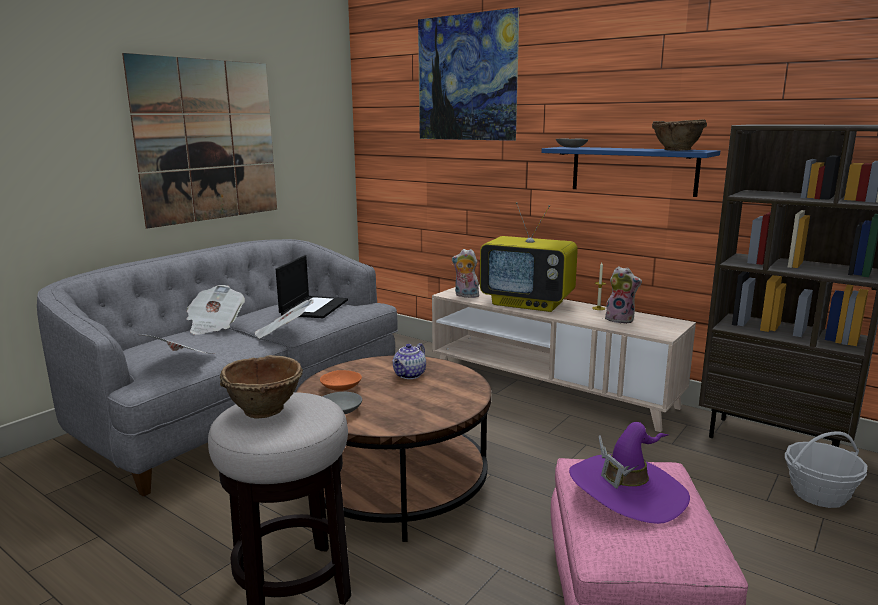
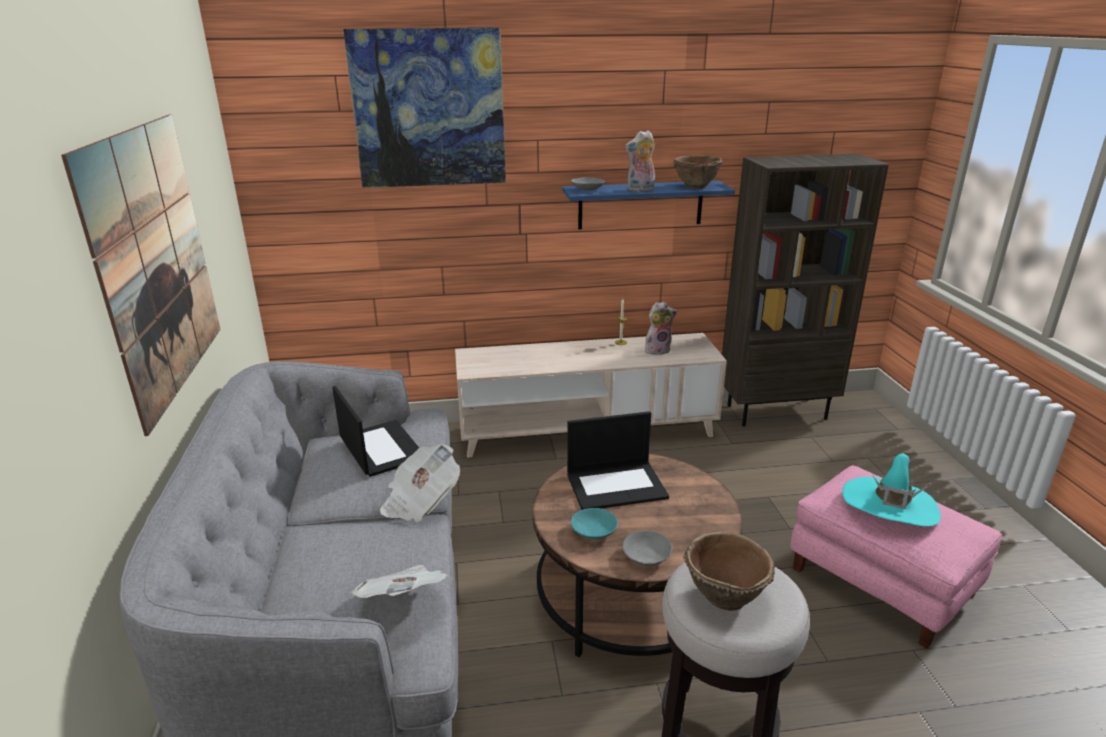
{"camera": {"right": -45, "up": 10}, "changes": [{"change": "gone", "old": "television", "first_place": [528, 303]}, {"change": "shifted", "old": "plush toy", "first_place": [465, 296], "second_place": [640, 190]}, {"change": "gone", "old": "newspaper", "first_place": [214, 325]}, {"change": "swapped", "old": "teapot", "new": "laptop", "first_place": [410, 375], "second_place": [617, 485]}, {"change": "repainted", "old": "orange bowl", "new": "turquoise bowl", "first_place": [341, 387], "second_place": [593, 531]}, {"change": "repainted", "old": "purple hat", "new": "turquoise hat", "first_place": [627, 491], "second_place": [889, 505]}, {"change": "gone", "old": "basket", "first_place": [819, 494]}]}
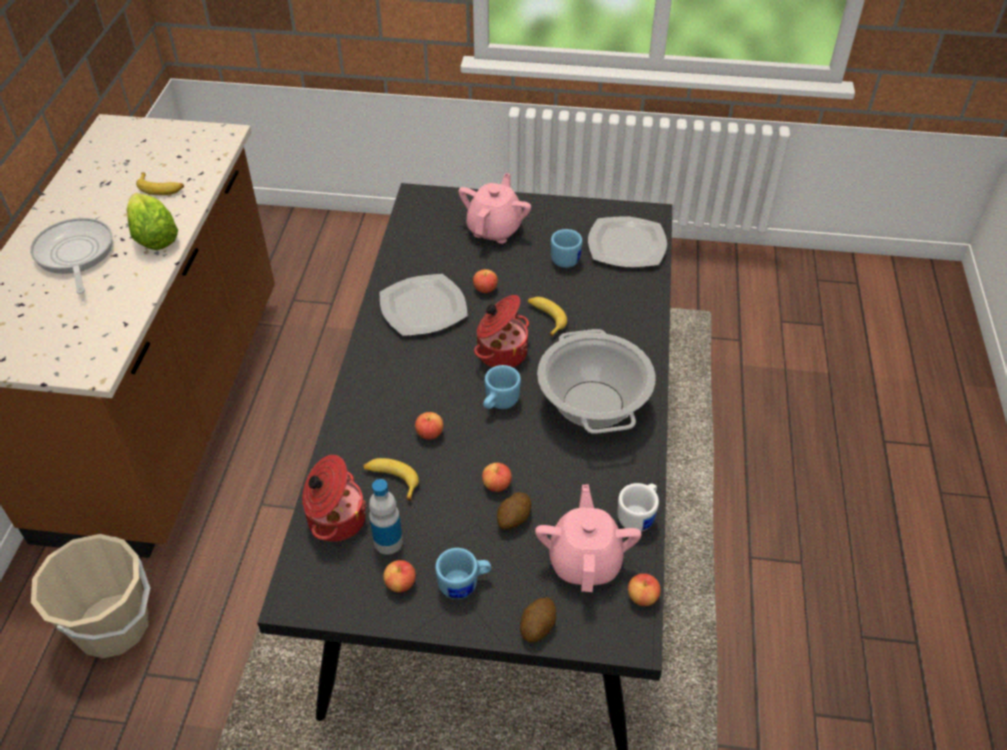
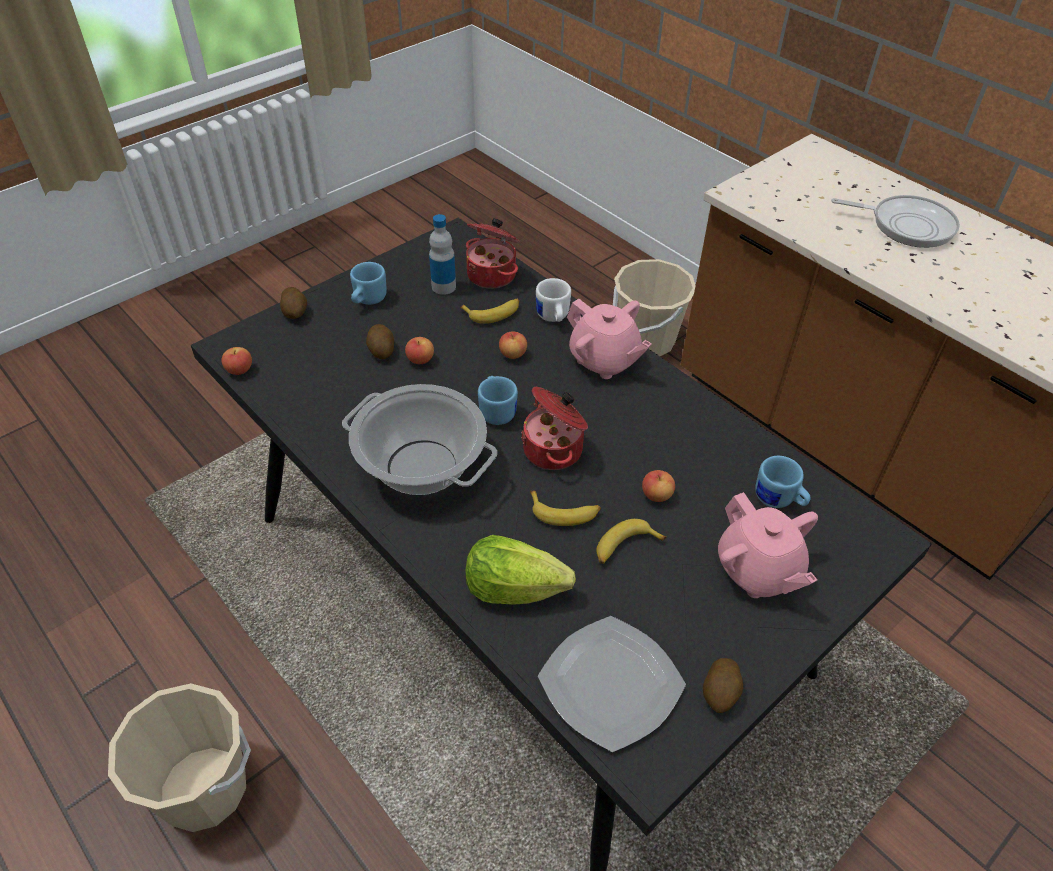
{"camera": {"right": 130, "up": 0}, "changes": [{"change": "shifted", "old": "banana", "first_place": [161, 188], "second_place": [625, 547]}, {"change": "shifted", "old": "lettuce", "first_place": [154, 238], "second_place": [513, 588]}, {"change": "shifted", "old": "blue mug", "first_place": [566, 257], "second_place": [779, 500]}, {"change": "gone", "old": "plate", "first_place": [422, 307]}, {"change": "shifted", "old": "white mug", "first_place": [639, 515], "second_place": [553, 318]}, {"change": "shifted", "old": "pink teapot", "first_place": [585, 561], "second_place": [604, 360]}, {"change": "gone", "old": "apple", "first_place": [400, 583]}, {"change": "new", "new": "potato", "second_place": [720, 693]}, {"change": "new", "new": "beige bucket", "second_place": [204, 788]}]}
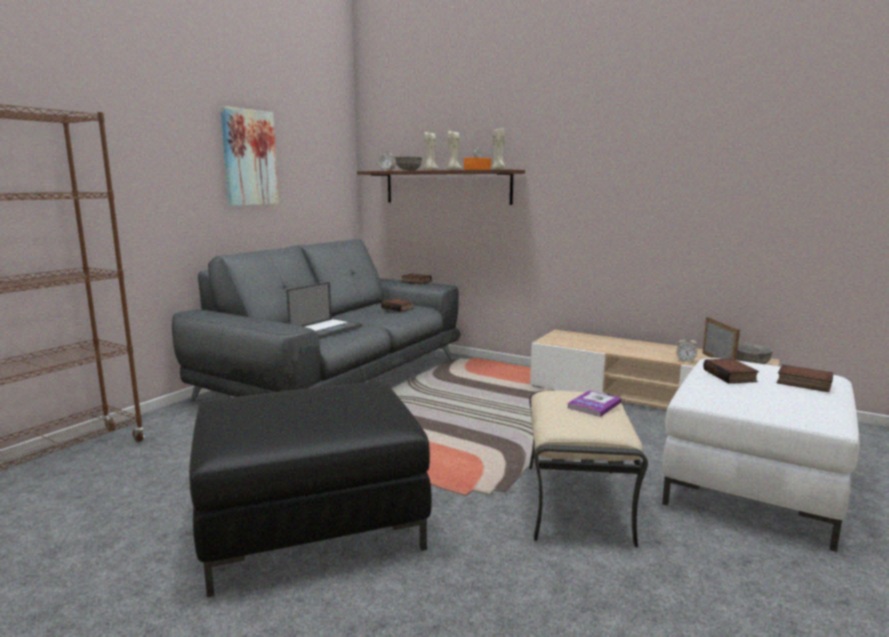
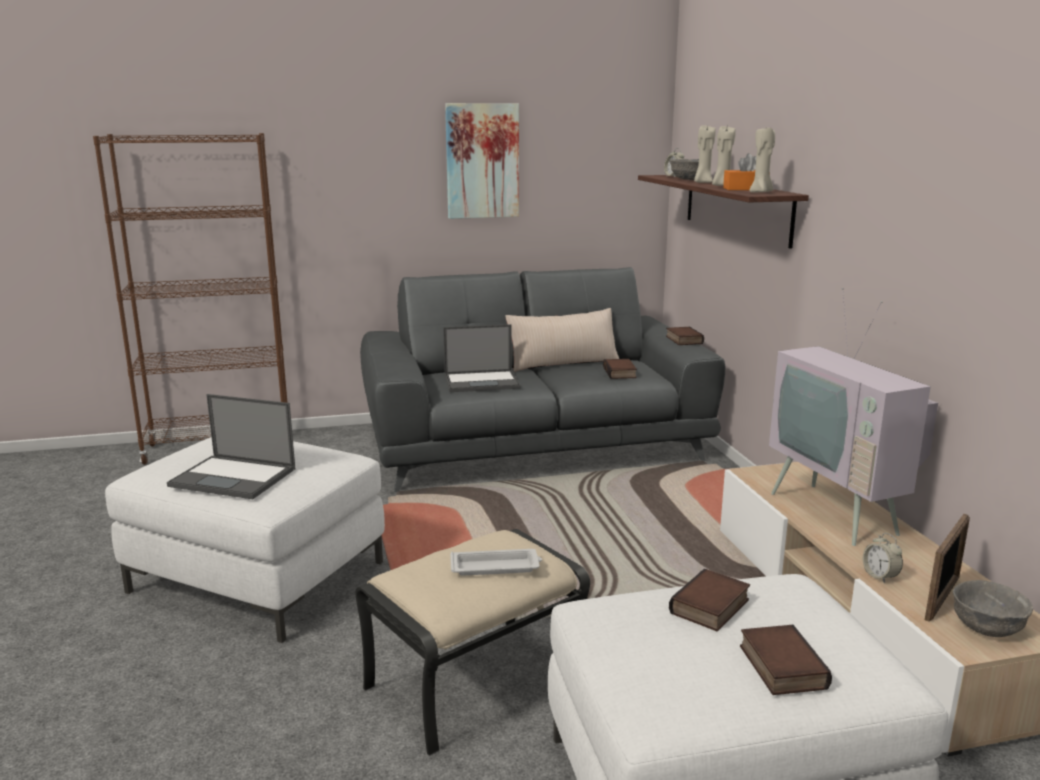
{"camera": {"right": 45, "up": 5}, "changes": [{"change": "repainted", "old": "black ottoman", "new": "white ottoman", "first_place": [312, 524], "second_place": [258, 576]}, {"change": "swapped", "old": "book", "new": "white tray", "first_place": [594, 405], "second_place": [496, 567]}, {"change": "new", "new": "television", "second_place": [841, 511]}, {"change": "new", "new": "beige pillow", "second_place": [563, 363]}, {"change": "new", "new": "laptop", "second_place": [234, 477]}]}
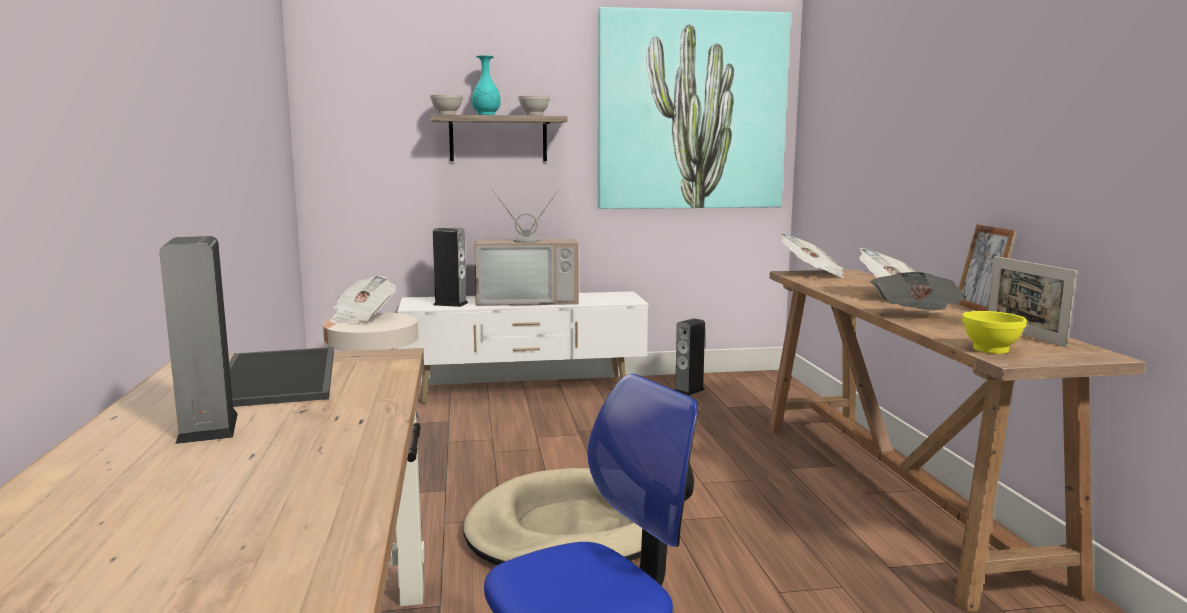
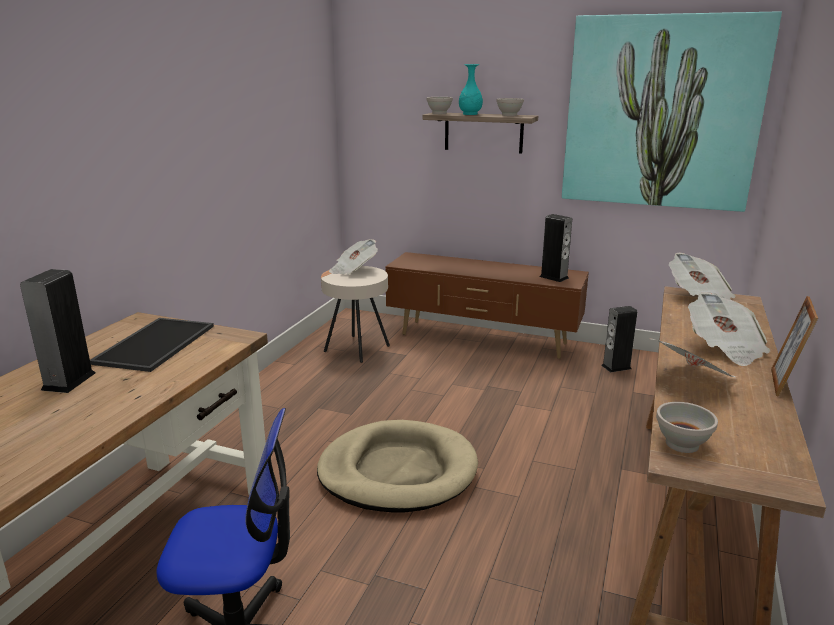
{"camera": {"right": 30, "up": 10}, "changes": [{"change": "gone", "old": "television", "first_place": [528, 300]}, {"change": "shifted", "old": "speaker", "first_place": [450, 304], "second_place": [554, 277]}, {"change": "gone", "old": "picture frame", "first_place": [1024, 335]}, {"change": "repainted", "old": "white tv stand", "new": "brown tv stand", "first_place": [525, 392], "second_place": [483, 339]}, {"change": "repainted", "old": "yellow bowl", "new": "white bowl", "first_place": [991, 349], "second_place": [683, 444]}]}
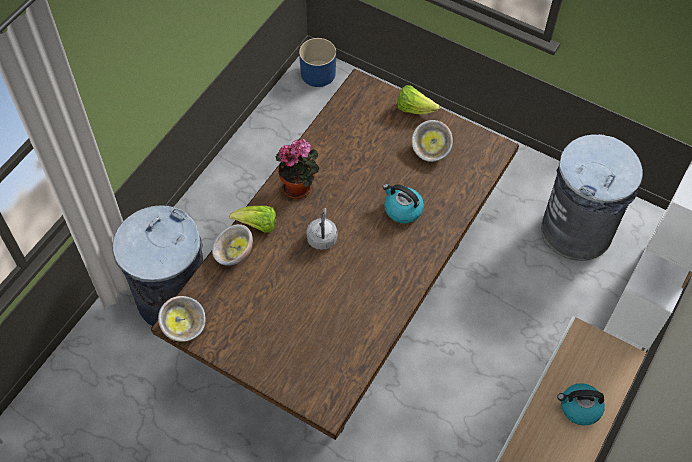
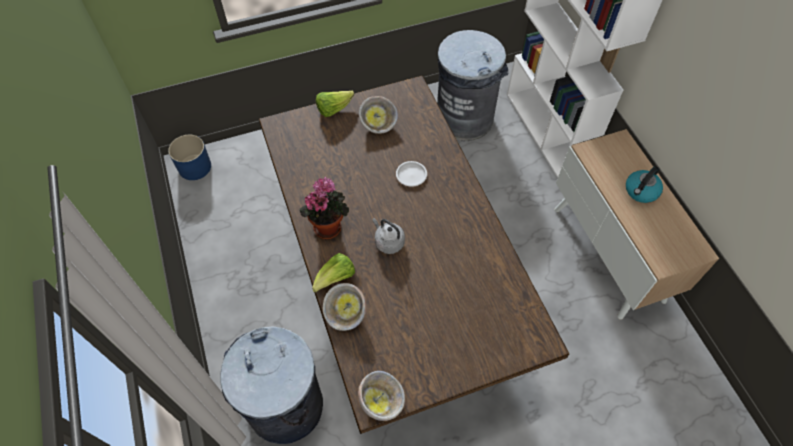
{"camera": {"right": -50, "up": 0}, "changes": [{"change": "swapped", "old": "kettle", "new": "white plate", "first_place": [402, 209], "second_place": [411, 175]}]}
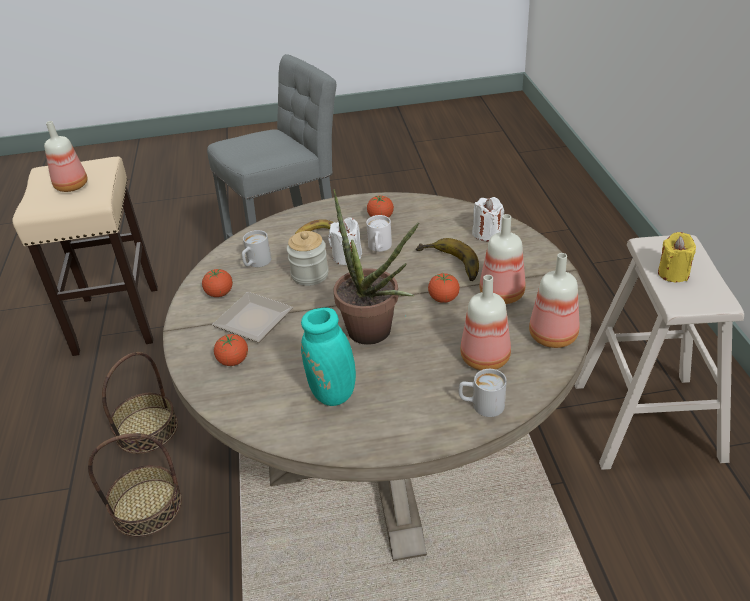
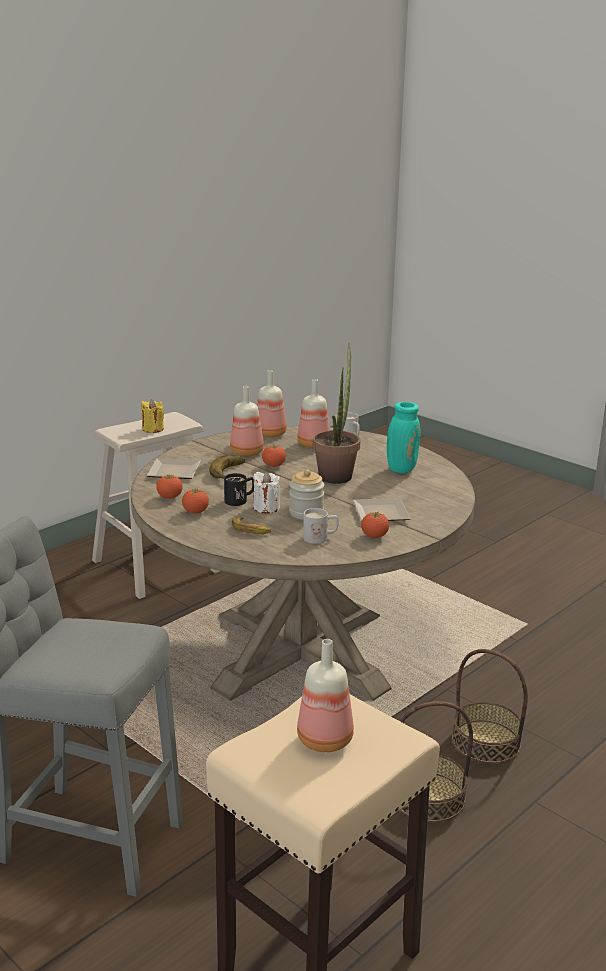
{"camera": {"right": -130, "up": -15}, "changes": [{"change": "swapped", "old": "white candle", "new": "plate", "first_place": [487, 233], "second_place": [176, 471]}, {"change": "repainted", "old": "white mug", "new": "black mug", "first_place": [379, 248], "second_place": [240, 500]}, {"change": "shifted", "old": "tomato", "first_place": [233, 361], "second_place": [169, 497]}]}
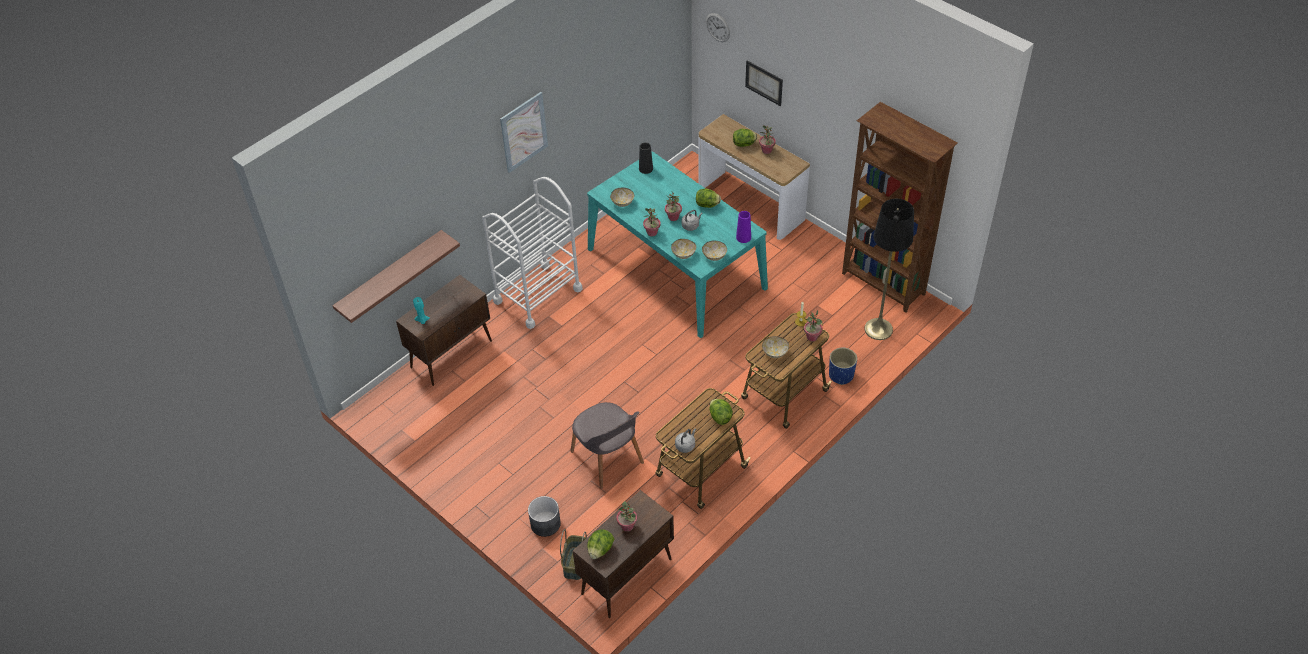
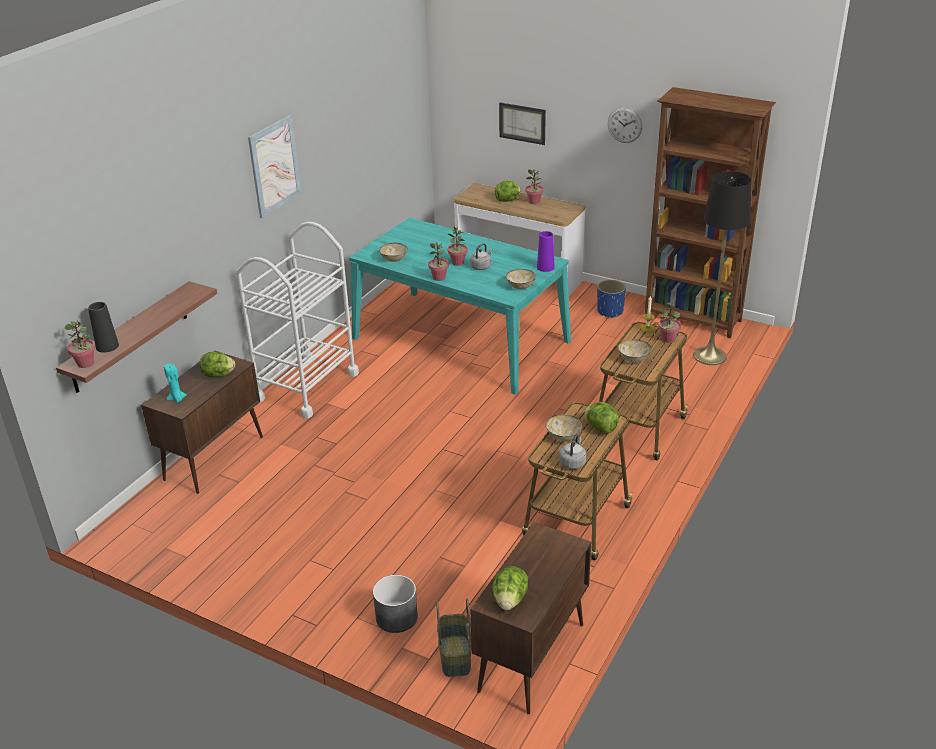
{"camera": {"right": -15, "up": -15}, "changes": [{"change": "shifted", "old": "wall clock", "first_place": [718, 27], "second_place": [624, 125]}, {"change": "shifted", "old": "black vase", "first_place": [646, 169], "second_place": [107, 346]}, {"change": "shifted", "old": "lettuce", "first_place": [707, 205], "second_place": [218, 375]}, {"change": "shifted", "old": "bowl", "first_place": [684, 254], "second_place": [564, 437]}, {"change": "shifted", "old": "blue planter", "first_place": [841, 375], "second_place": [610, 311]}, {"change": "gone", "old": "grey chair", "first_place": [608, 459]}, {"change": "shifted", "old": "potted plant", "first_place": [627, 526], "second_place": [86, 363]}]}
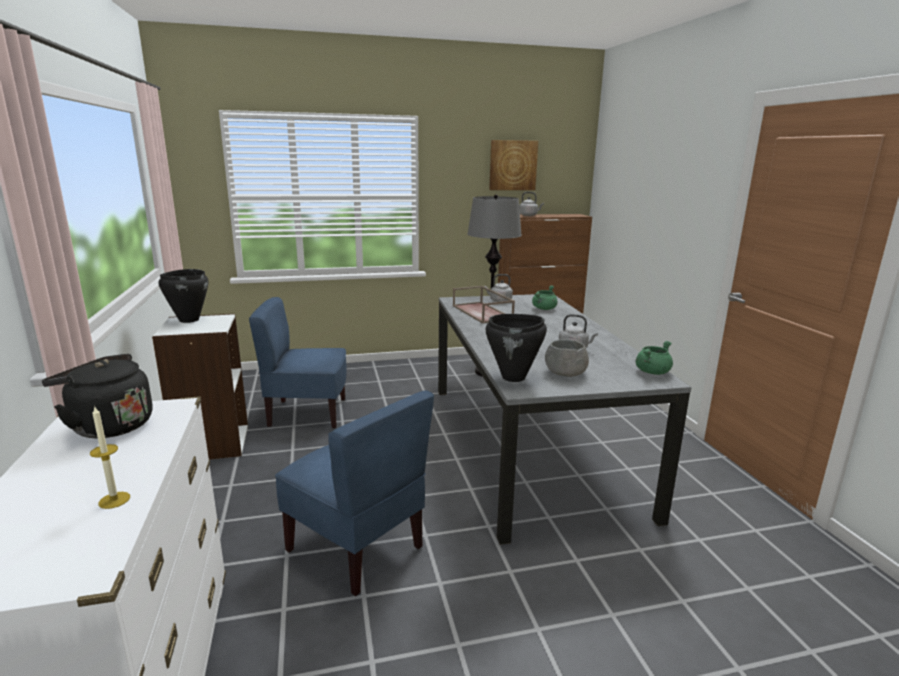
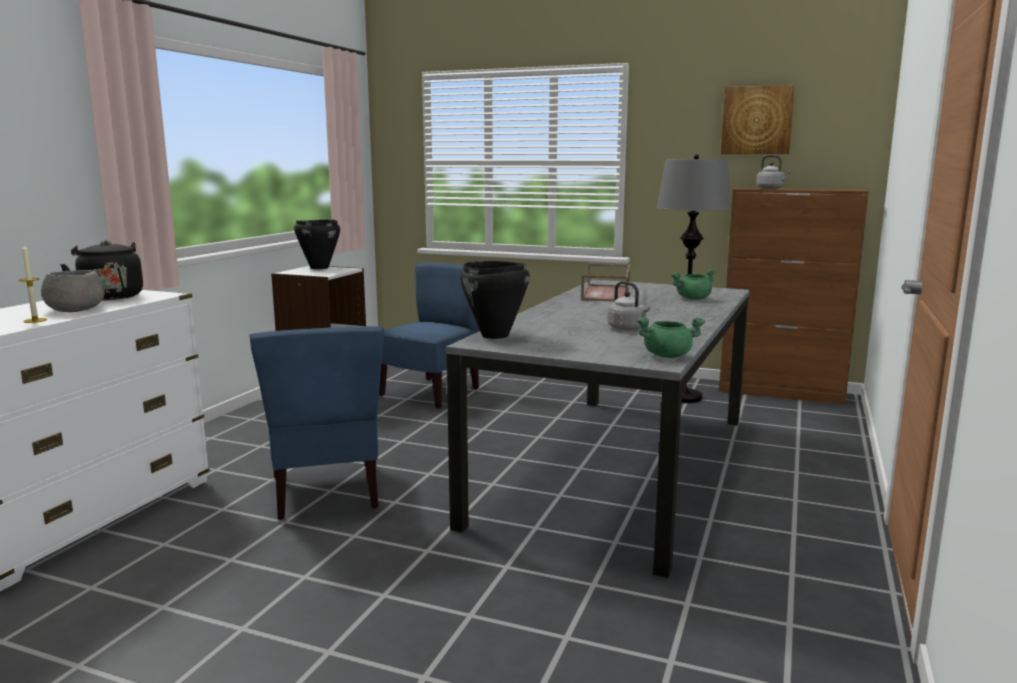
{"camera": {"right": 35, "up": -5}, "changes": [{"change": "gone", "old": "grey kettle", "first_place": [499, 301]}, {"change": "rotated", "old": "blue chair", "first_place": [307, 413], "second_place": [431, 393], "degrees": 90}, {"change": "shifted", "old": "grey bowl", "first_place": [565, 372], "second_place": [75, 310]}]}
